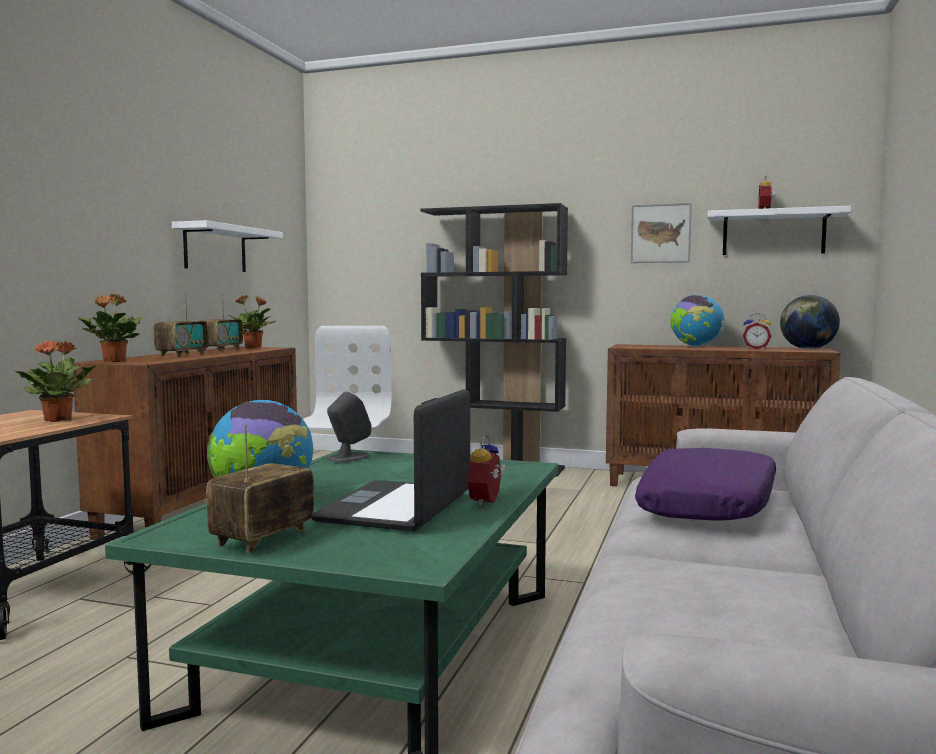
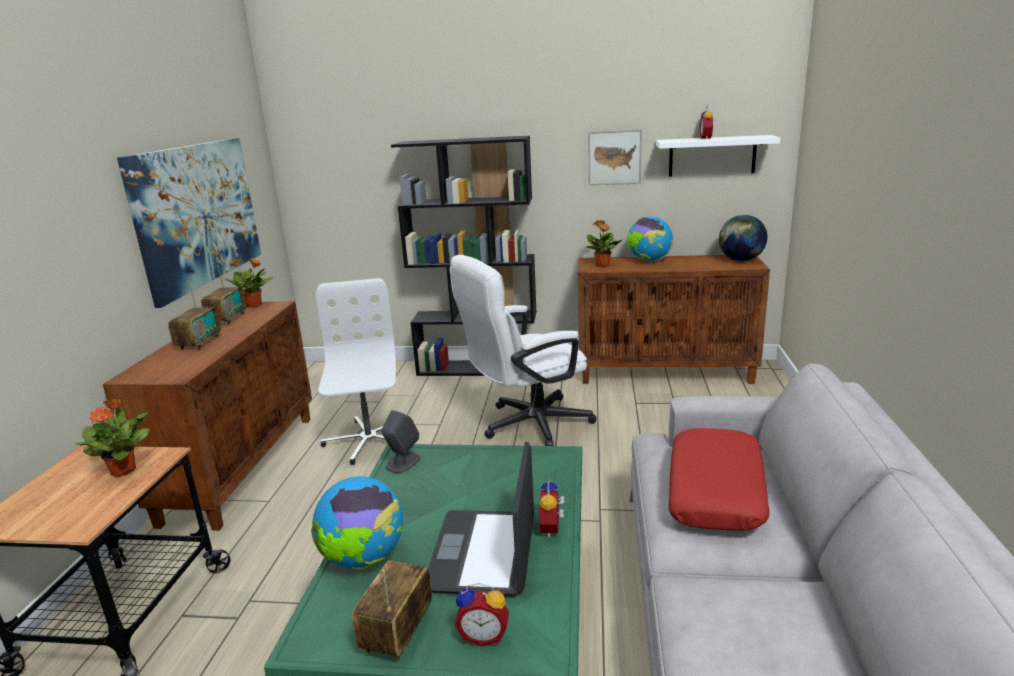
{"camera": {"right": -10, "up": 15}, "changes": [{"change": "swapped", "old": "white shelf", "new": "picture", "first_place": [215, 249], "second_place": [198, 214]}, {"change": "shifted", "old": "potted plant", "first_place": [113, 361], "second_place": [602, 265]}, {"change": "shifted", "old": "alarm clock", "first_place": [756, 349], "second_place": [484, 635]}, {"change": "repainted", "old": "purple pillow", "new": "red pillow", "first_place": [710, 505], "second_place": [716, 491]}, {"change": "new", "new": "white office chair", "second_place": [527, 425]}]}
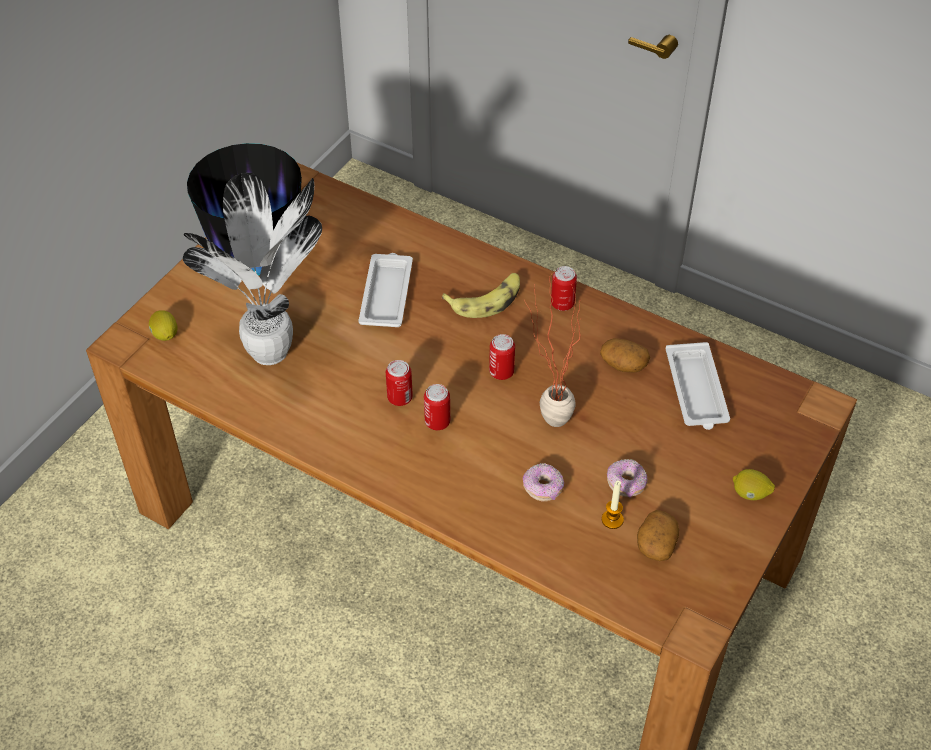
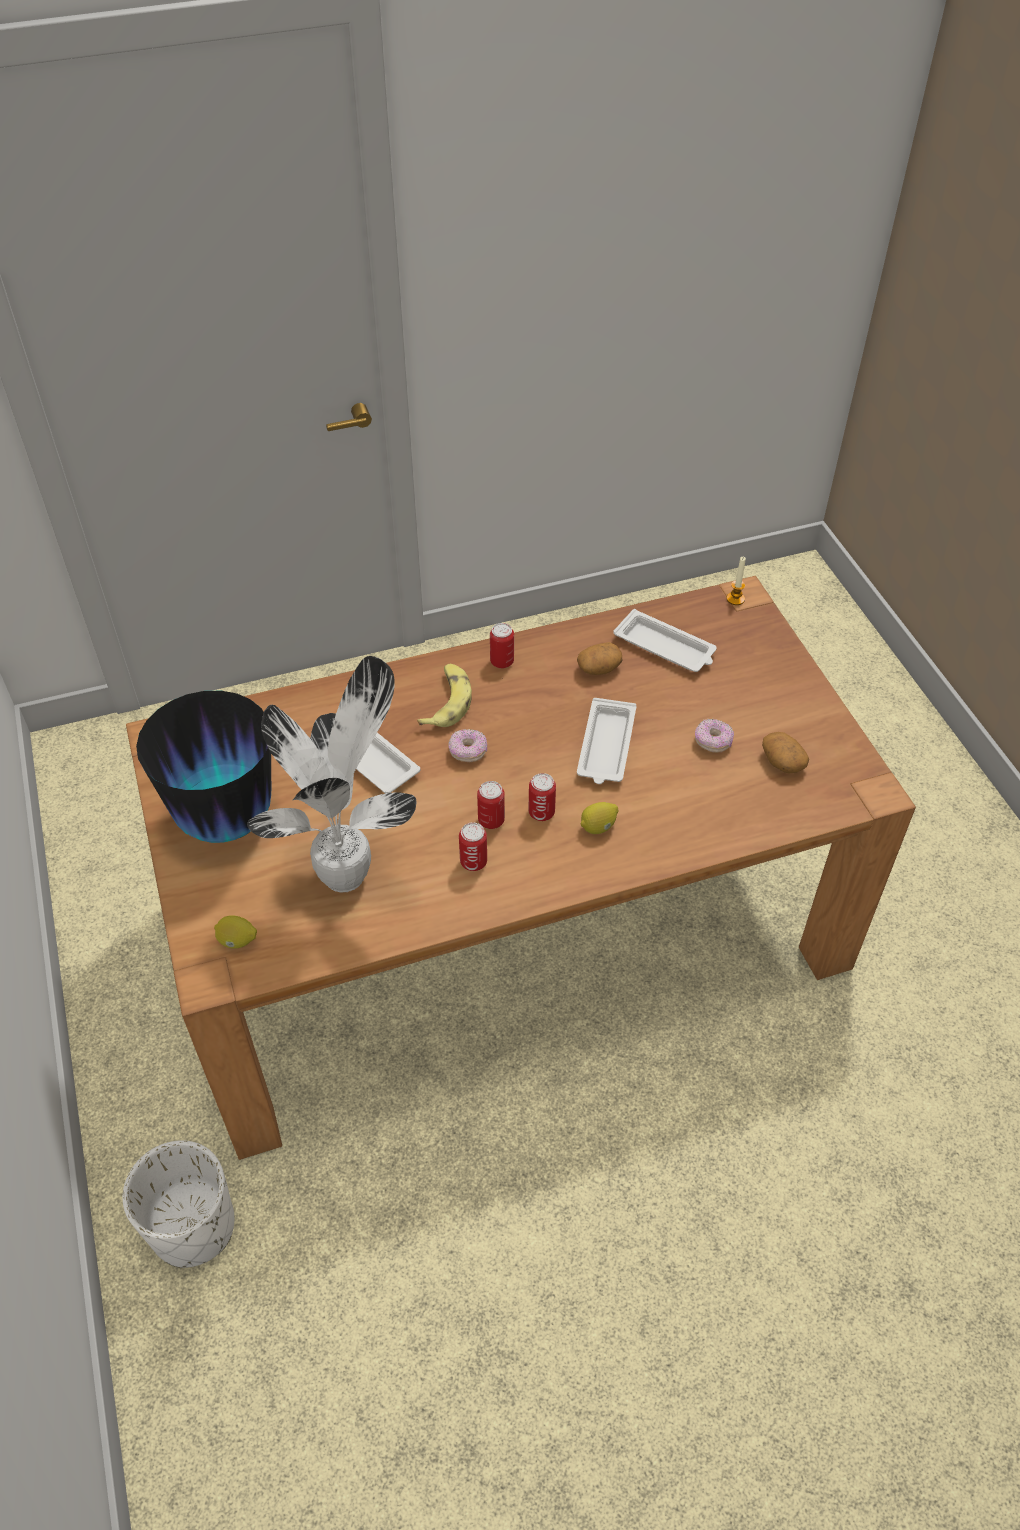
{"camera": {"right": -50, "up": 0}, "changes": [{"change": "swapped", "old": "potted plant", "new": "white tray", "first_place": [544, 420], "second_place": [606, 747]}, {"change": "shifted", "old": "can", "first_place": [501, 372], "second_place": [473, 862]}, {"change": "shifted", "old": "donut", "first_place": [543, 488], "second_place": [468, 752]}, {"change": "shifted", "old": "lemon", "first_place": [750, 494], "second_place": [598, 827]}, {"change": "shifted", "old": "candle", "first_place": [612, 520], "second_place": [735, 599]}, {"change": "new", "new": "white planter", "second_place": [192, 1226]}]}
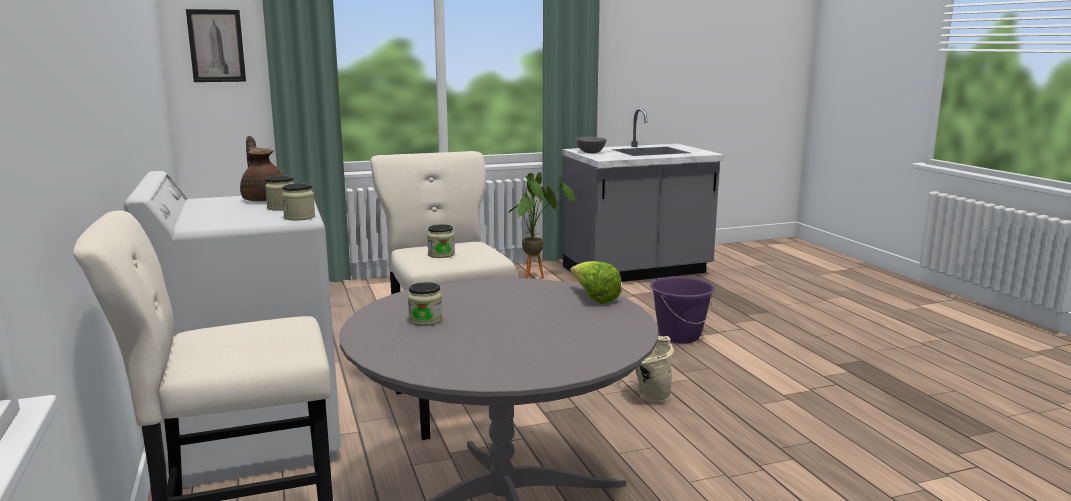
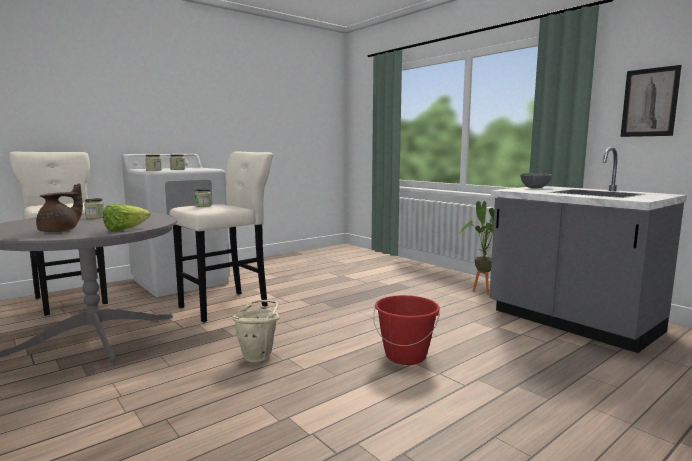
{"camera": {"right": 70, "up": -5}, "changes": [{"change": "shifted", "old": "picture", "first_place": [216, 46], "second_place": [649, 102]}, {"change": "shifted", "old": "brown teapot", "first_place": [264, 199], "second_place": [60, 231]}, {"change": "repainted", "old": "purple bucket", "new": "red bucket", "first_place": [679, 336], "second_place": [405, 356]}]}
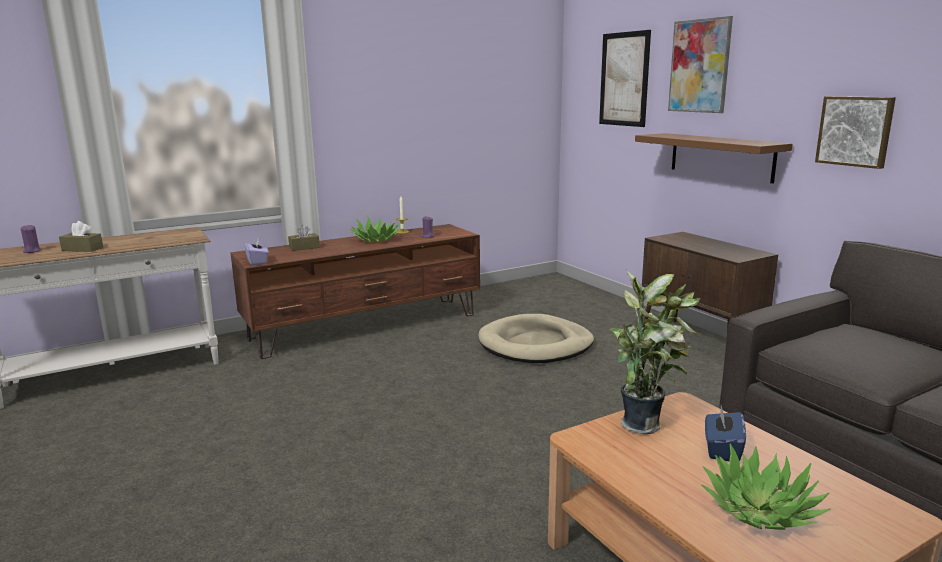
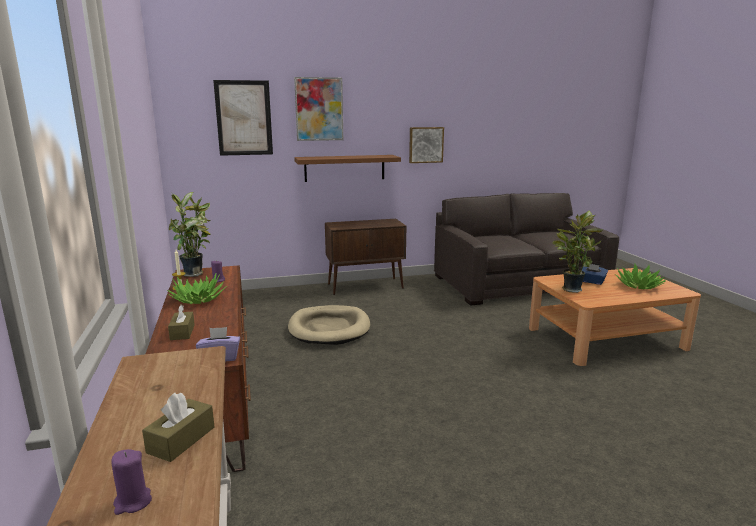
{"camera": {"right": -75, "up": 0}, "changes": [{"change": "new", "new": "potted plant", "second_place": [195, 273]}]}
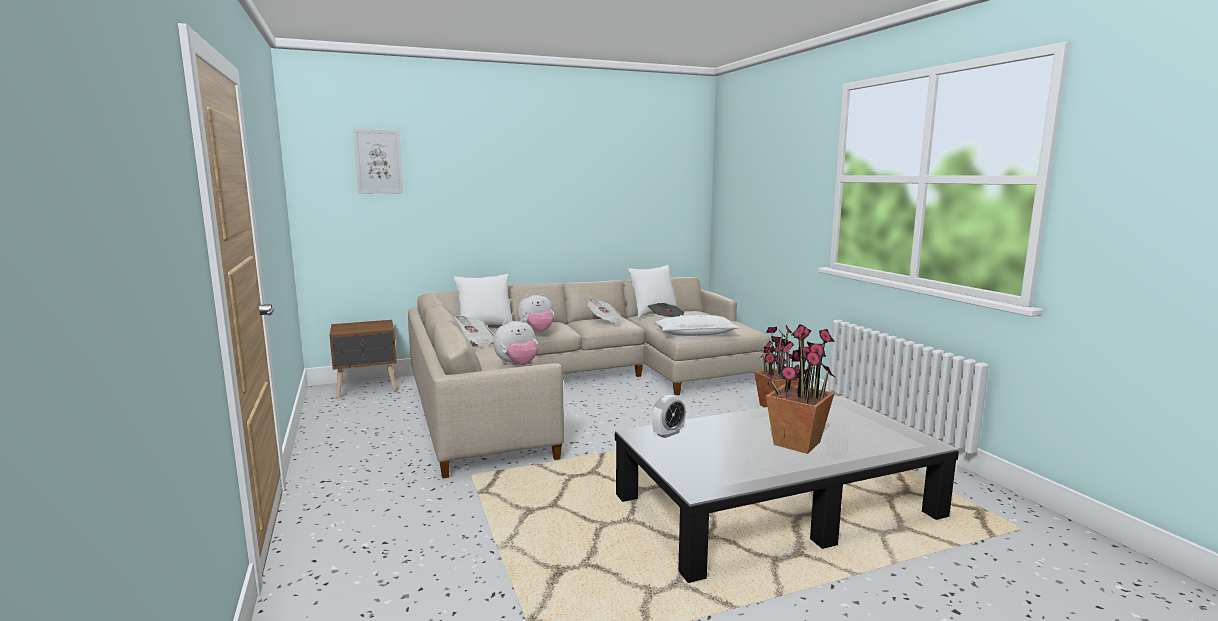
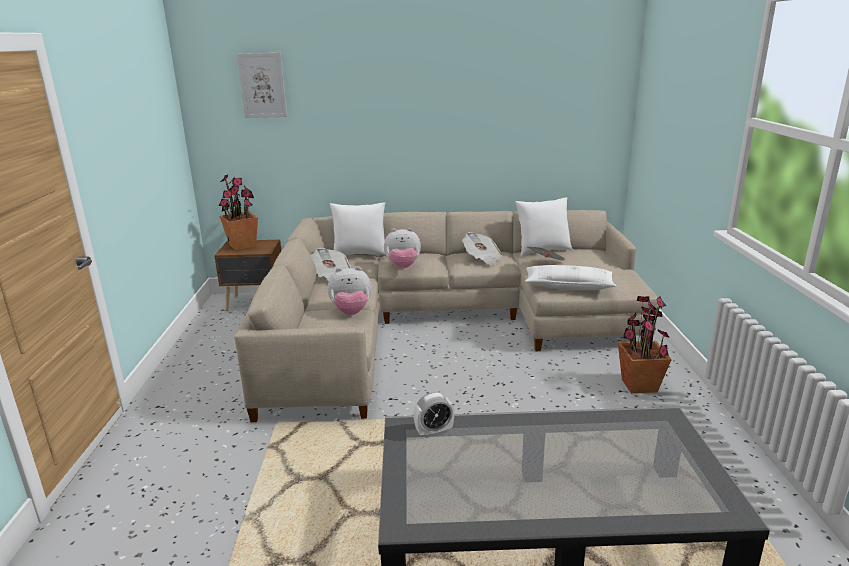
{"camera": {"right": 20, "up": 10}, "changes": [{"change": "shifted", "old": "potted plant", "first_place": [797, 443], "second_place": [242, 245]}]}
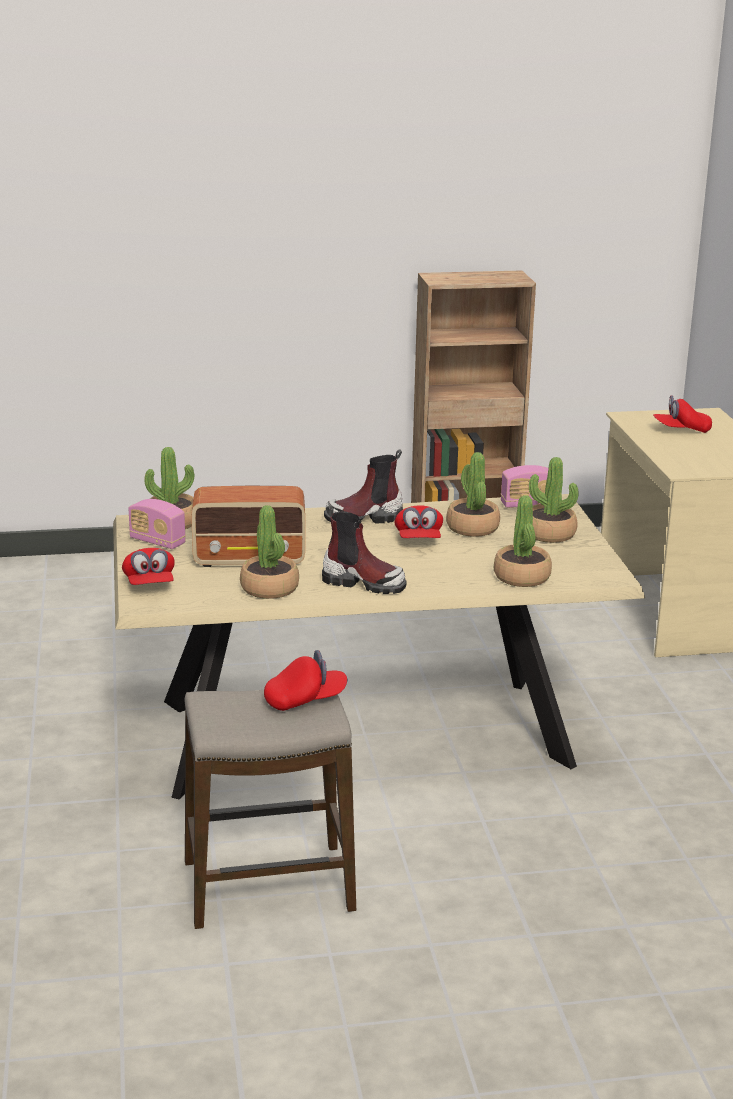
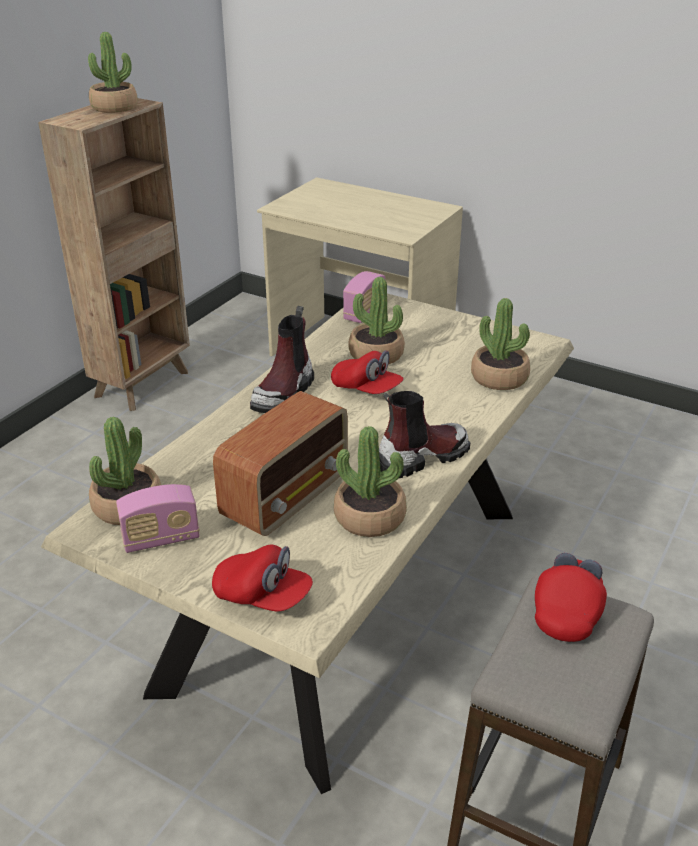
{"camera": {"right": -50, "up": 10}, "changes": [{"change": "gone", "old": "red cap", "first_place": [681, 430]}, {"change": "shifted", "old": "potted plant", "first_place": [549, 534], "second_place": [114, 107]}]}
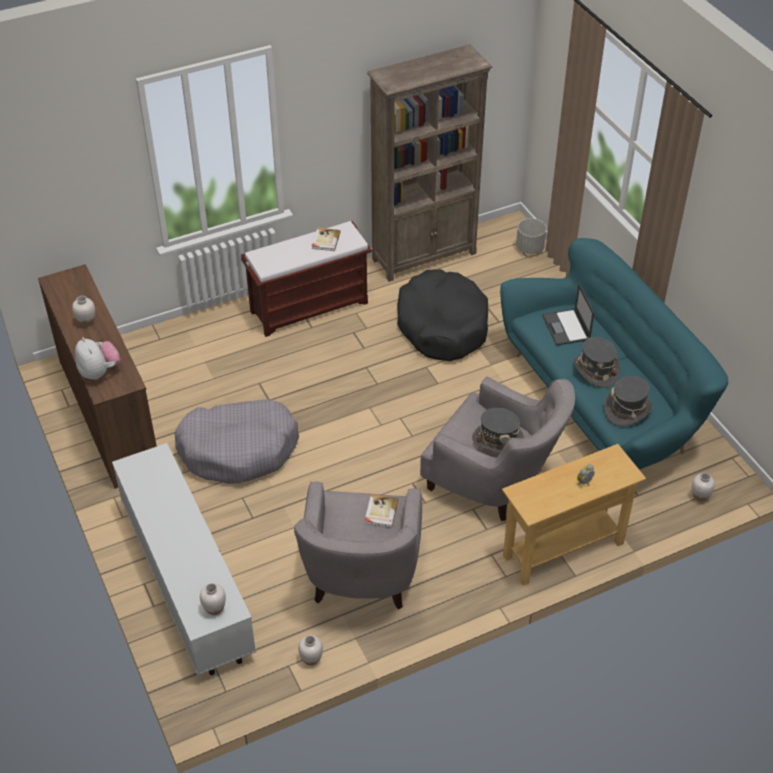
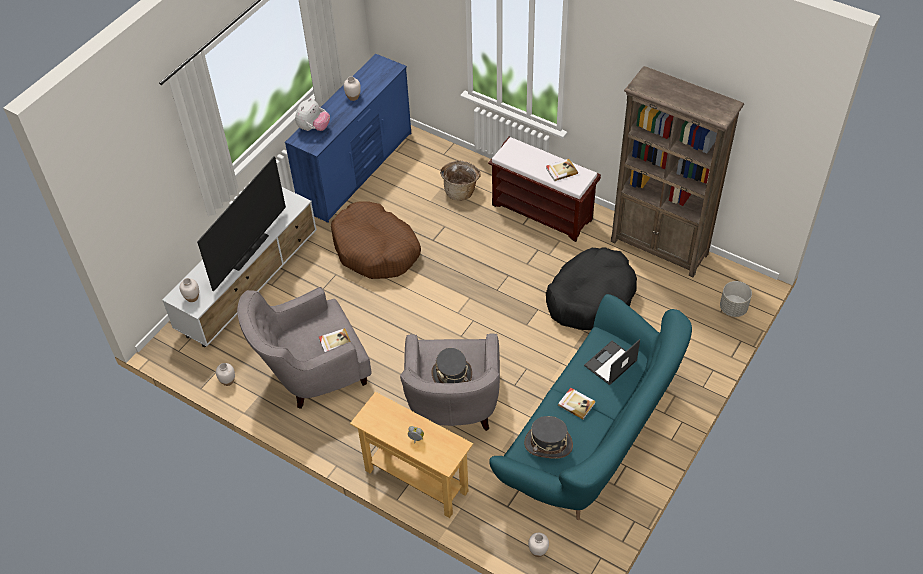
{"camera": {"right": 60, "up": 5}, "changes": [{"change": "repainted", "old": "brown dresser", "new": "blue dresser", "first_place": [109, 415], "second_place": [357, 170]}, {"change": "swapped", "old": "grey hat", "new": "book", "first_place": [595, 370], "second_place": [576, 404]}, {"change": "repainted", "old": "grey dog bed", "new": "brown dog bed", "first_place": [239, 449], "second_place": [376, 249]}, {"change": "new", "new": "television", "second_place": [250, 251]}, {"change": "new", "new": "basket", "second_place": [461, 191]}]}
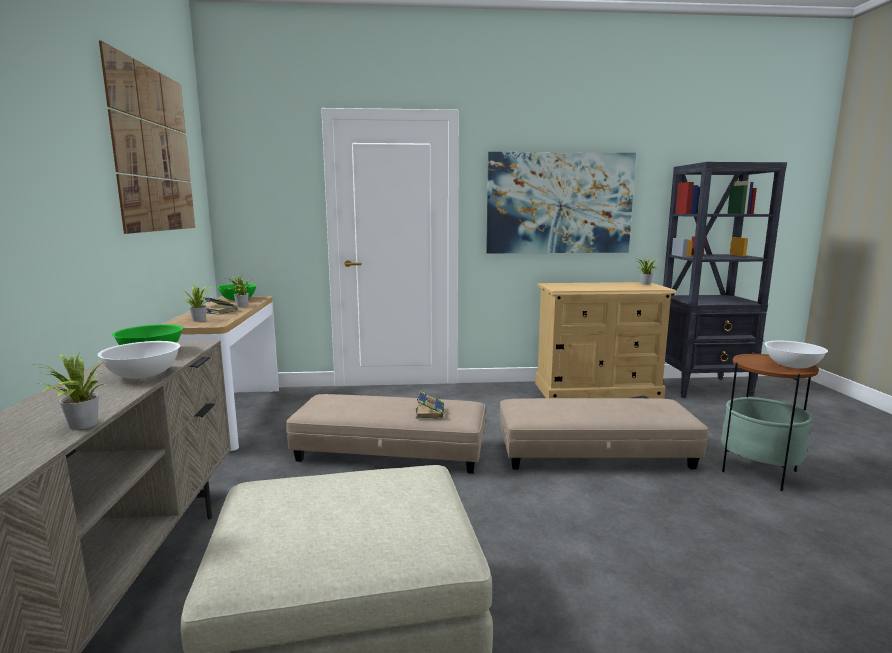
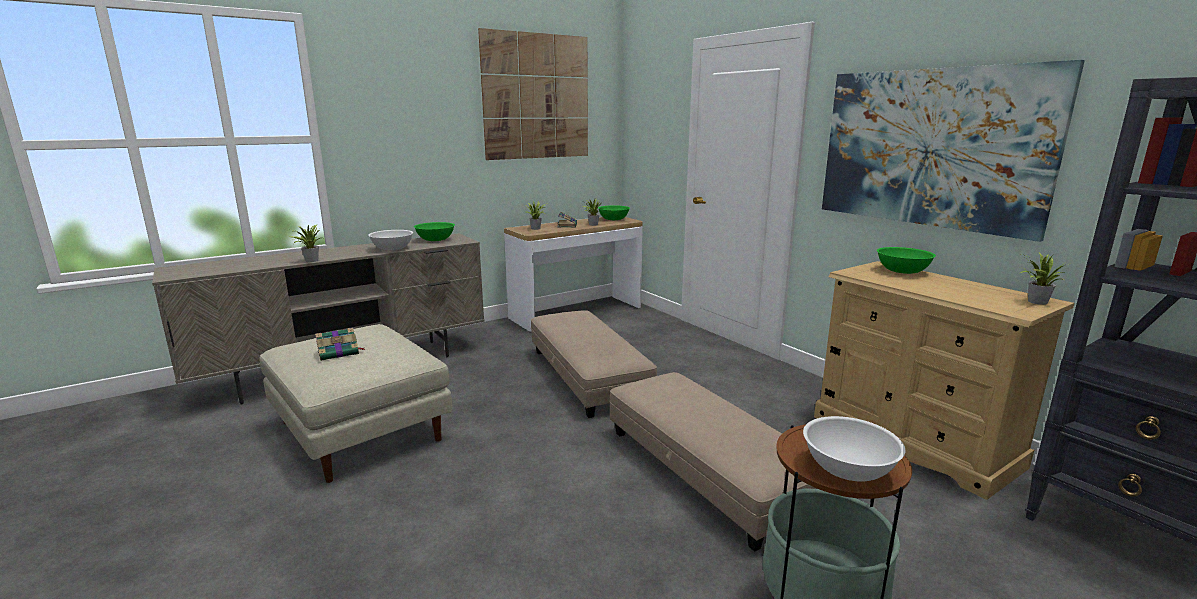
{"camera": {"right": 60, "up": 5}, "changes": [{"change": "shifted", "old": "book", "first_place": [430, 412], "second_place": [339, 352]}, {"change": "new", "new": "green bowl", "second_place": [902, 271]}]}
